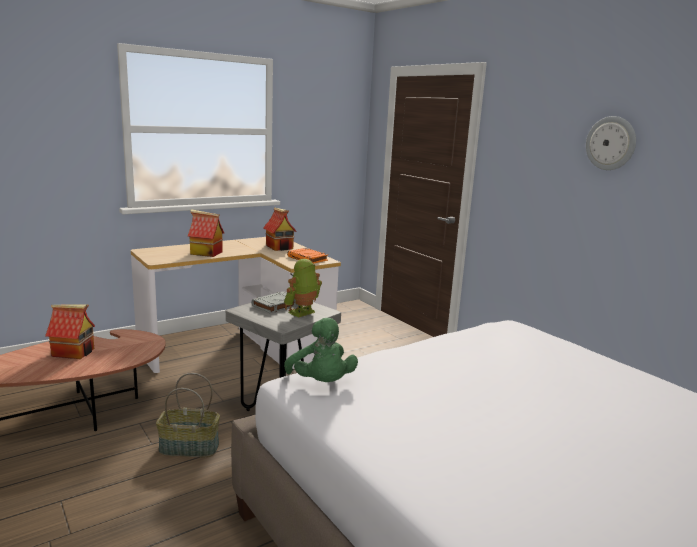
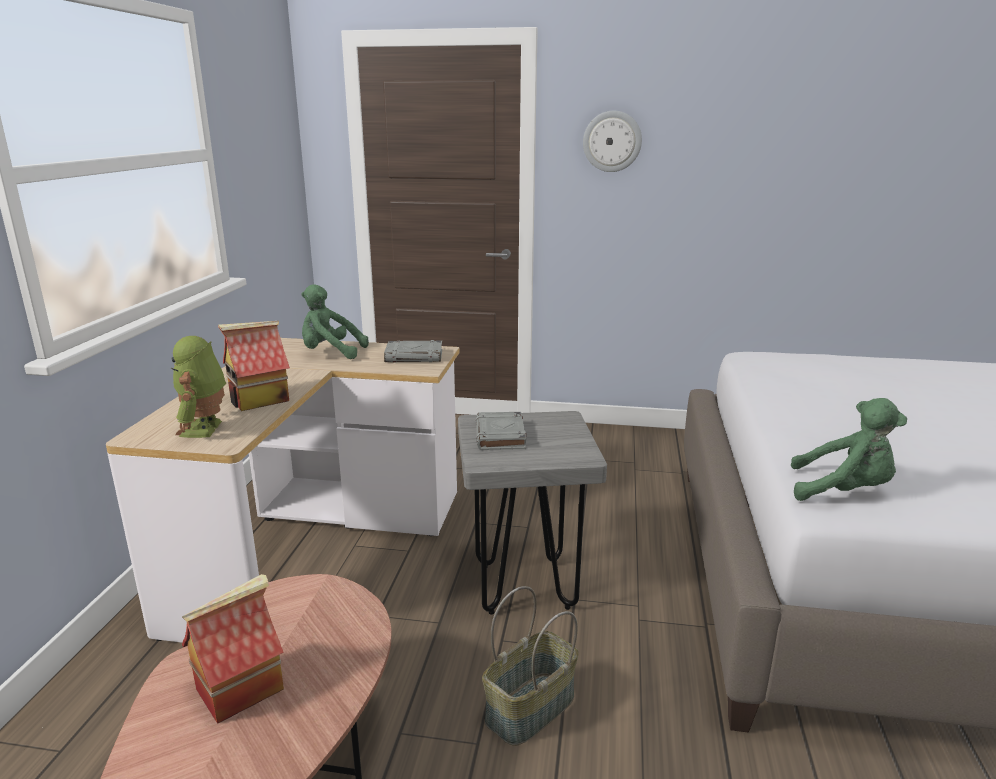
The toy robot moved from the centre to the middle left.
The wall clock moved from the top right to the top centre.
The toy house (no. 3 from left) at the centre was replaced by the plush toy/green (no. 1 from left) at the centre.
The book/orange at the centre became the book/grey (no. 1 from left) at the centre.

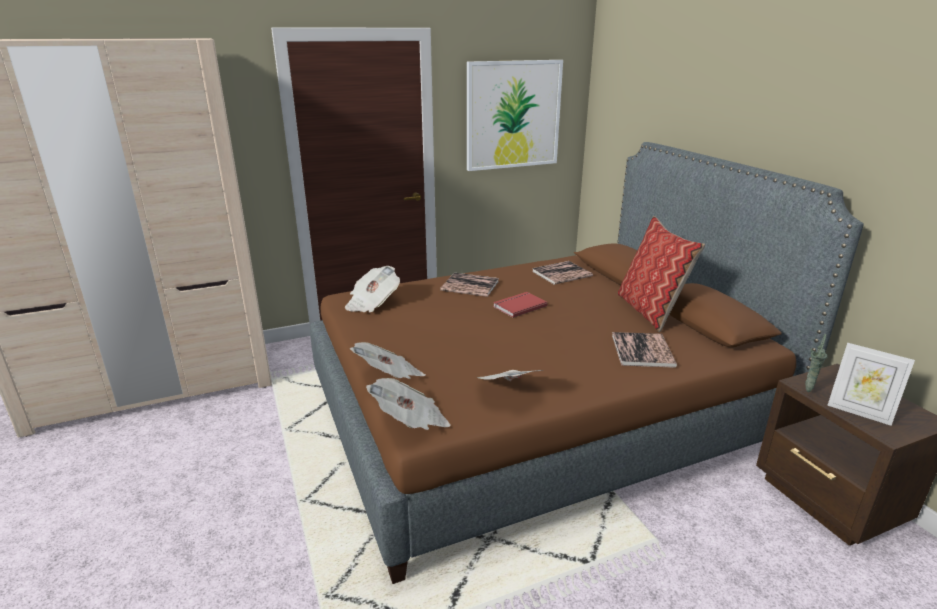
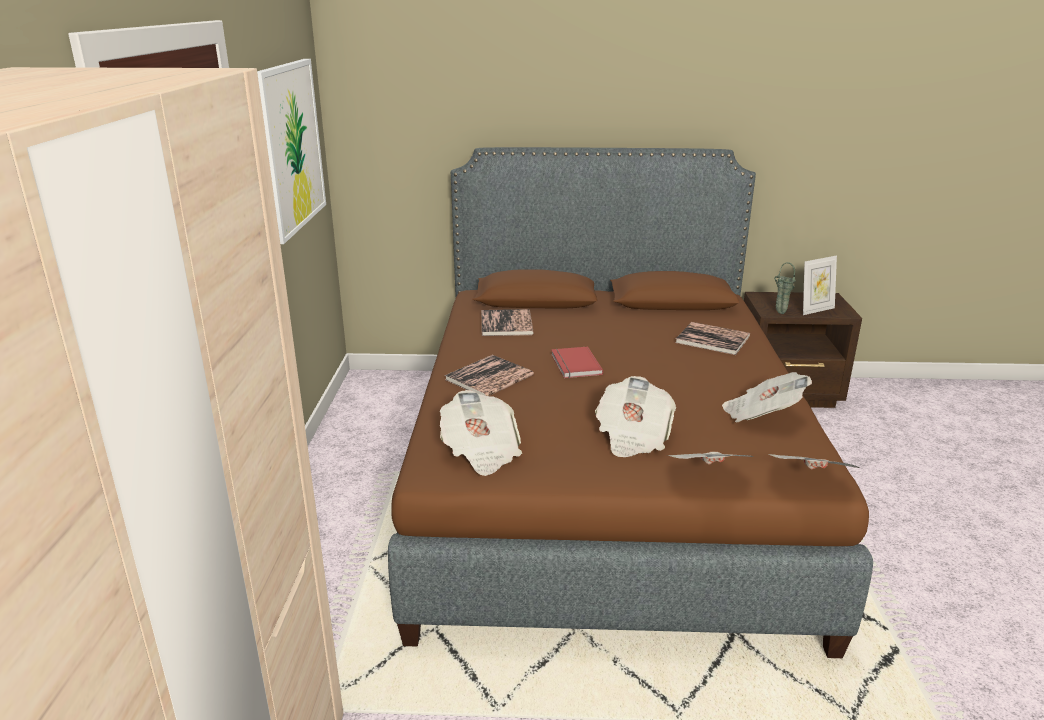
The pillow at the middle right disappeared.
The newspaper (no. 2 from left) at the centre appeared.

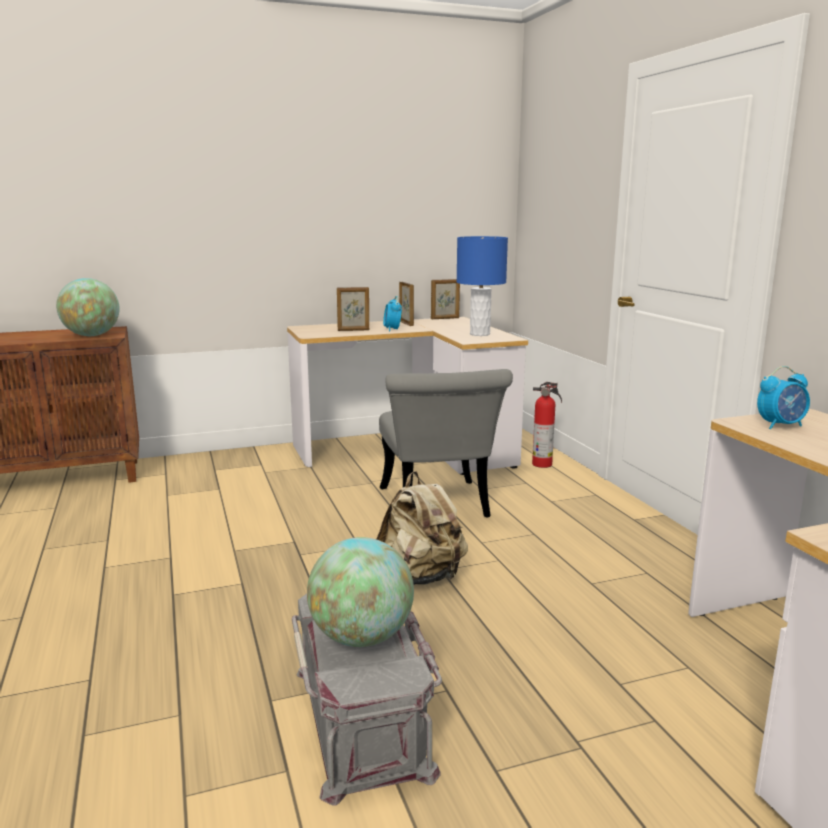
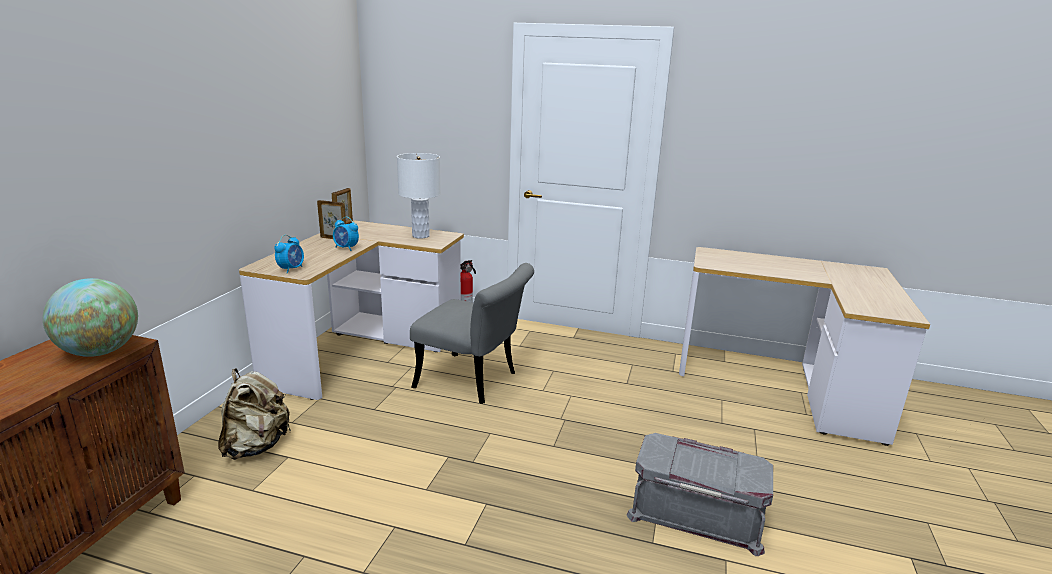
The globe (no. 2 from left) at the bottom centre disappeared.
The picture frame (no. 1 from left) at the centre disappeared.
The backpack/beige moved from the centre to the bottom left.
The alarm clock (no. 2 from left in the first image) moved from the middle right to the middle left.
The table lamp/blue at the centre became the table lamp/white at the centre.

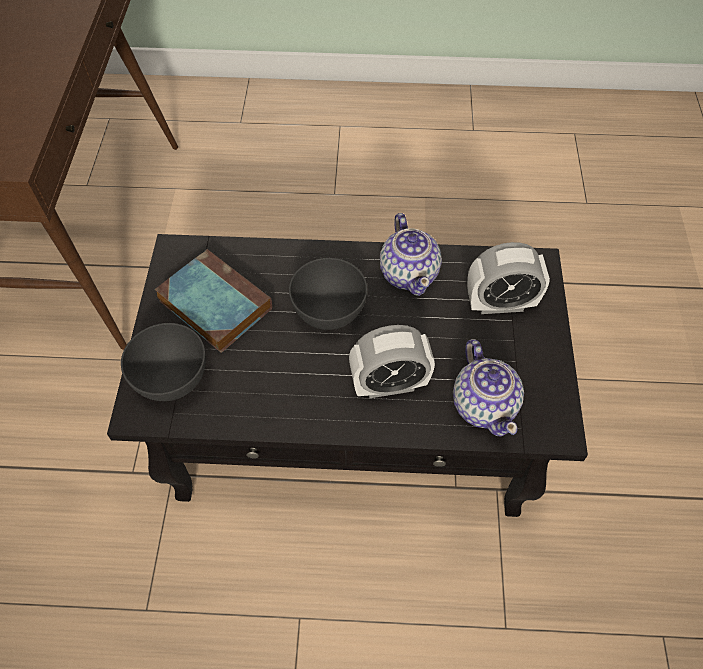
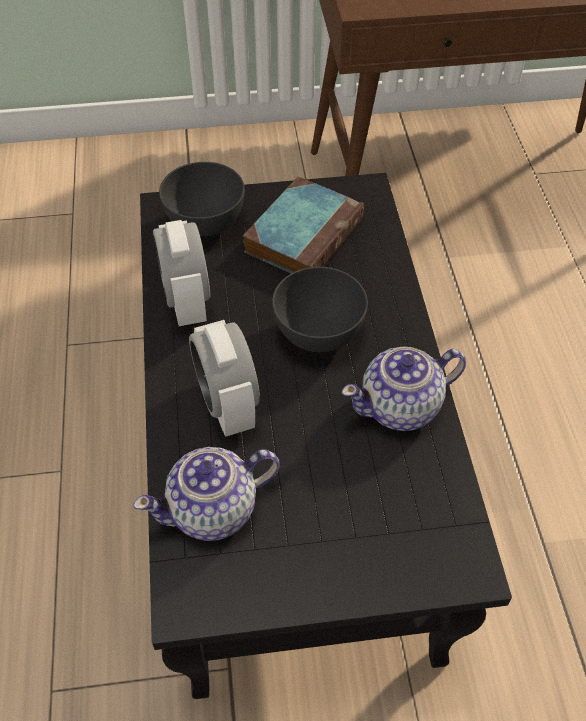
The alarm clock (no. 2 from left in the first image) moved from the middle right to the middle left.

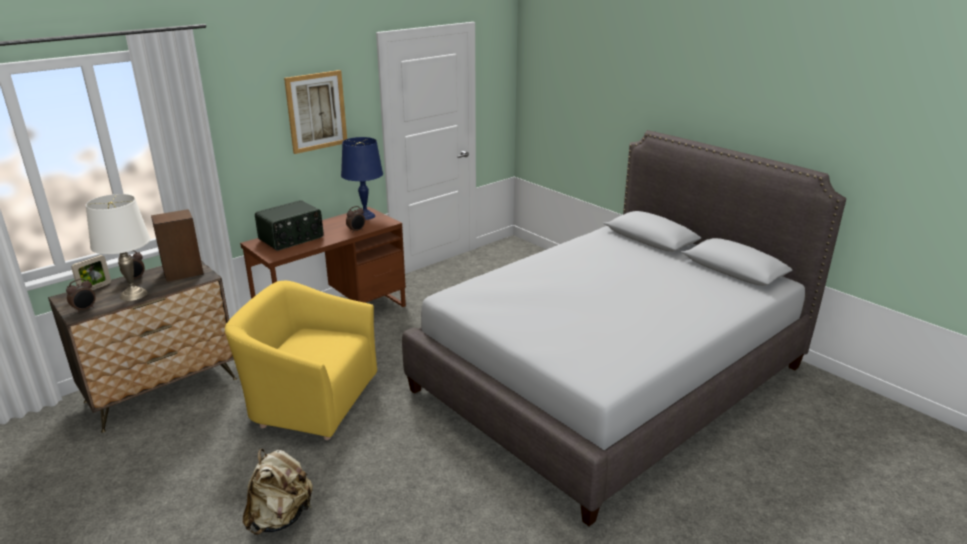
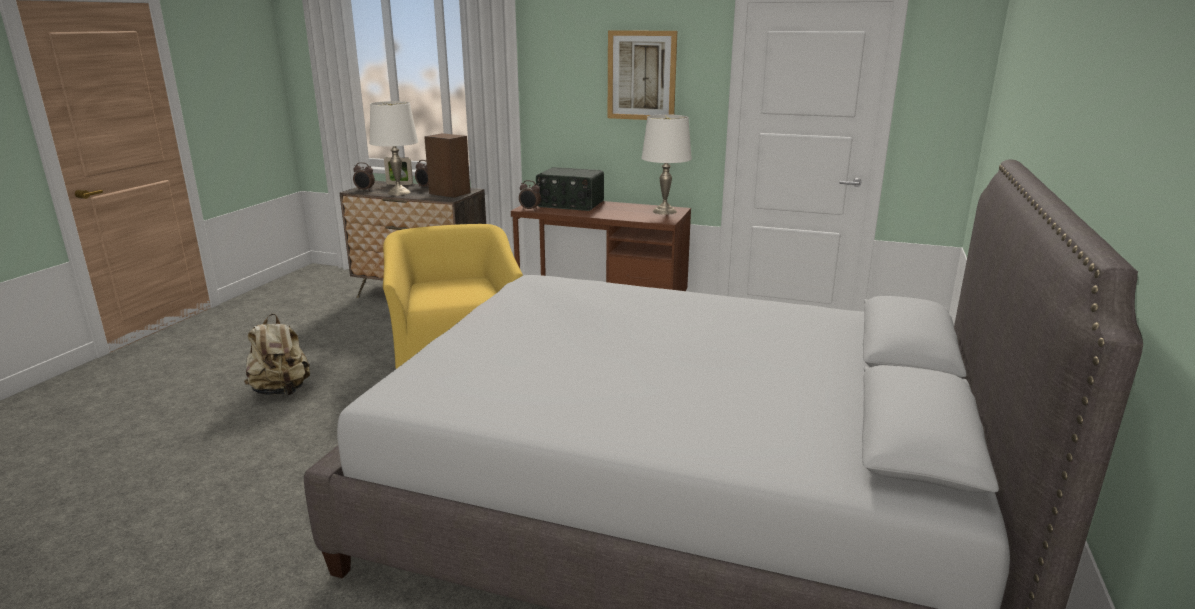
The alarm clock (no. 3 from left) moved from the centre to the top centre.
The table lamp/blue at the top centre became the table lamp/white (no. 2 from left) at the top centre.

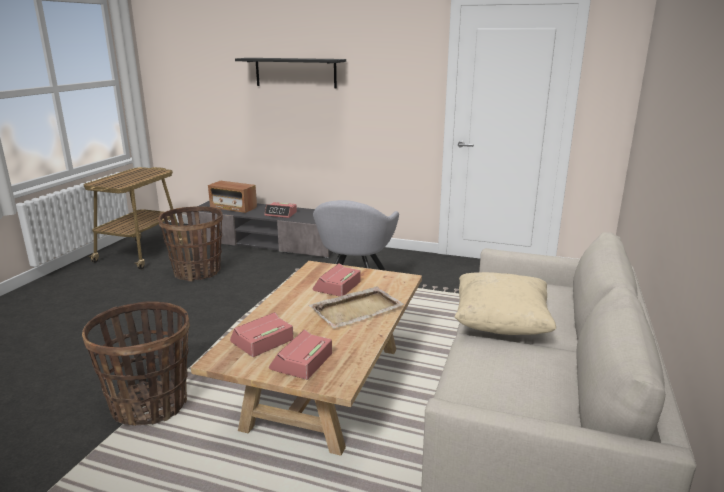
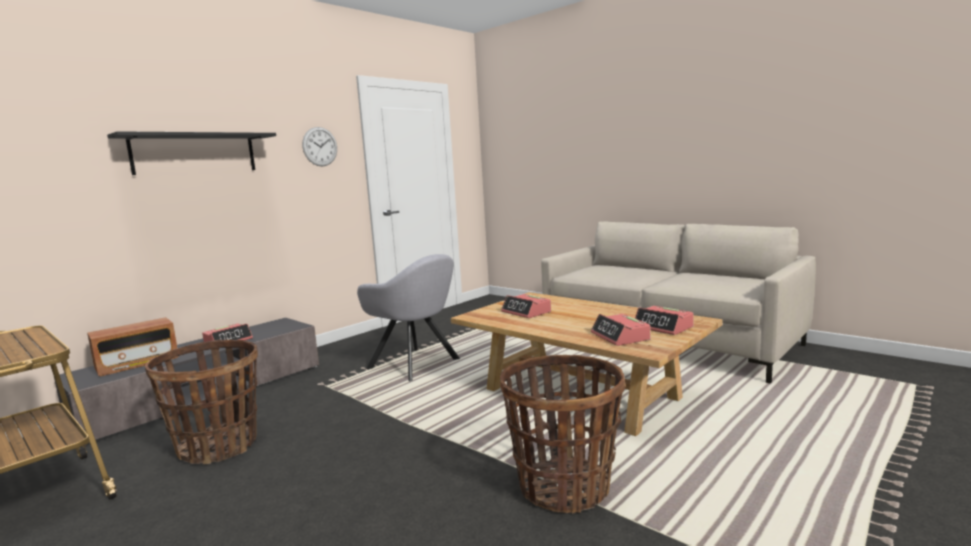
The tray/beige at the centre disappeared.
The pillow/beige at the middle right disappeared.
The wall clock at the top left appeared.

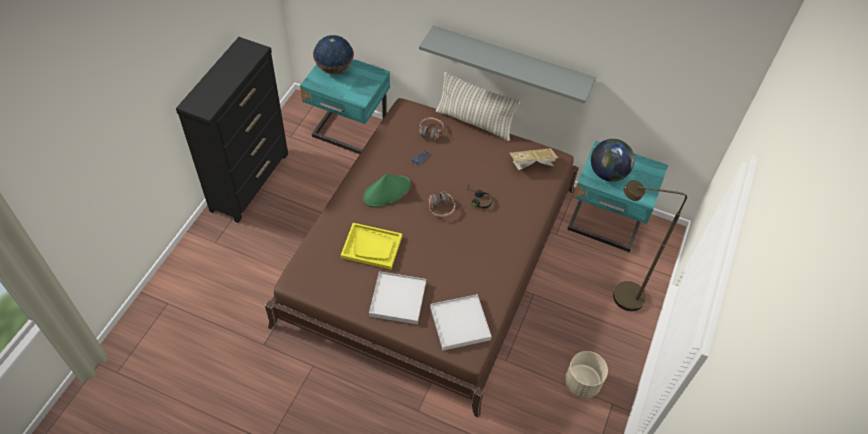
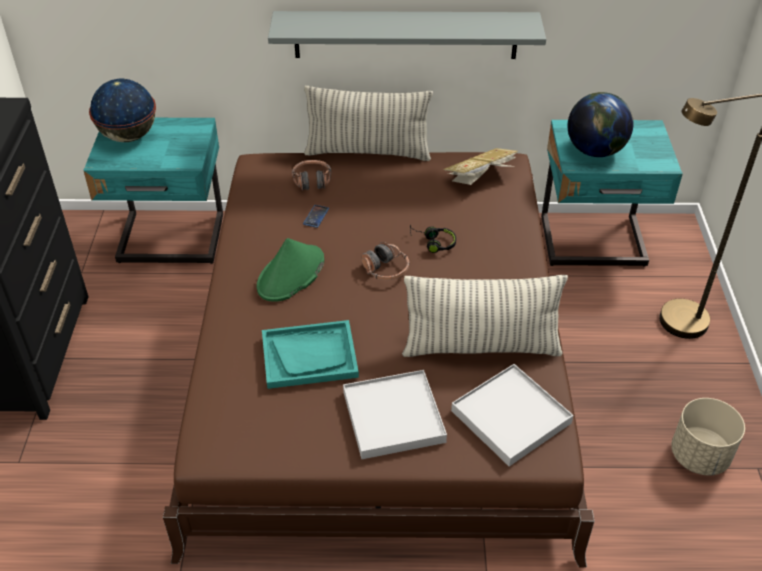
The pillow (no. 2 from left) at the centre appeared.
The tray/yellow at the centre became the tray/turquoise at the centre.

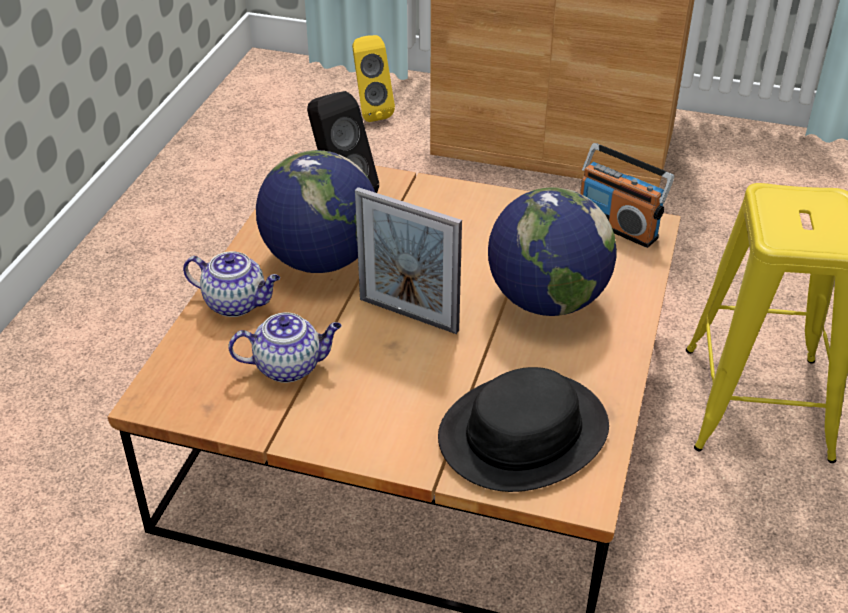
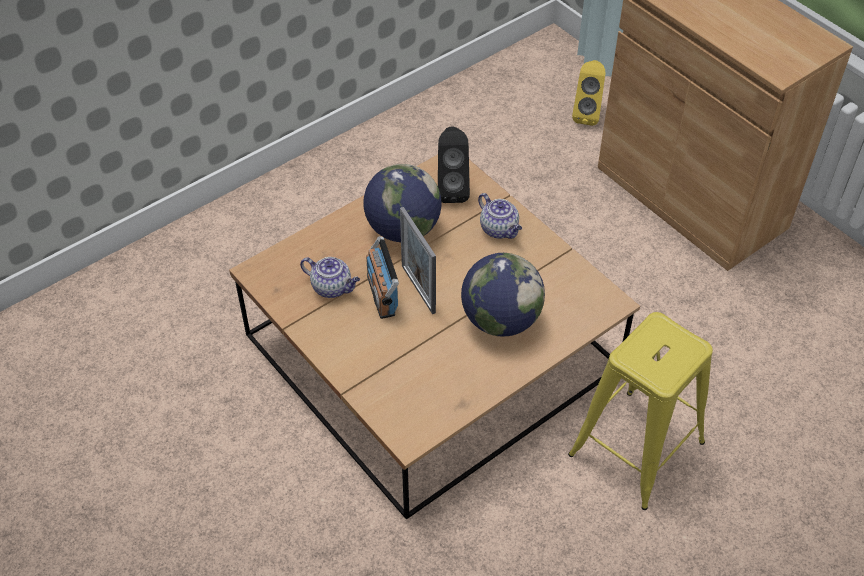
The hat/black at the bottom centre disappeared.
The teapot (no. 1 from left in the first image) moved from the middle left to the centre.
The radio moved from the top right to the centre.

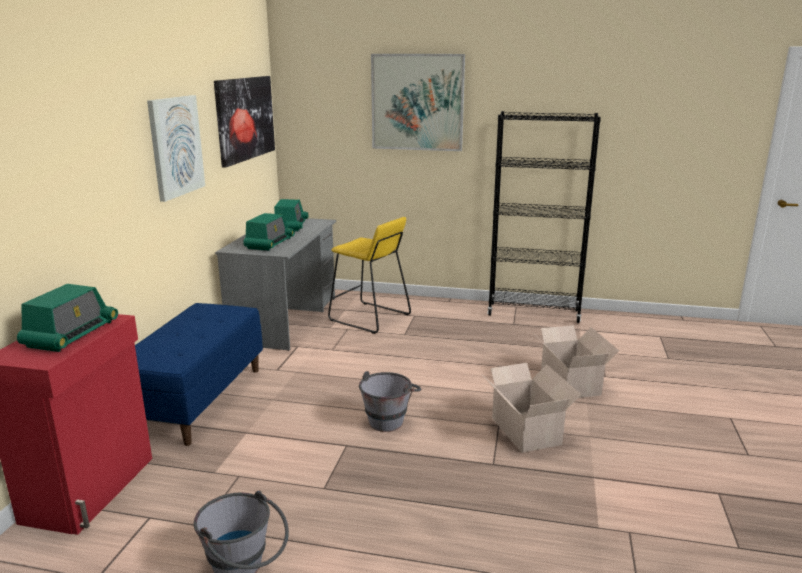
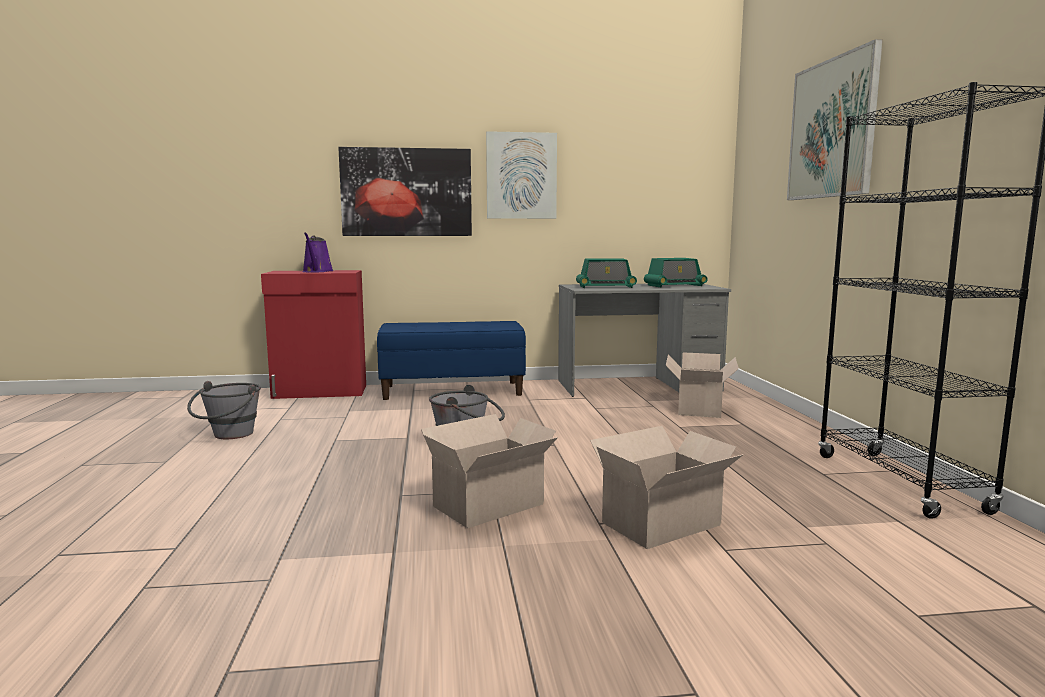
The picture (no. 2 from left in the first image) moved from the top left to the top centre.
The radio (no. 1 from left) at the middle left was replaced by the watering can/purple at the middle left.
The stool/yellow at the centre was replaced by the cardboard box (no. 3 from left) at the middle right.

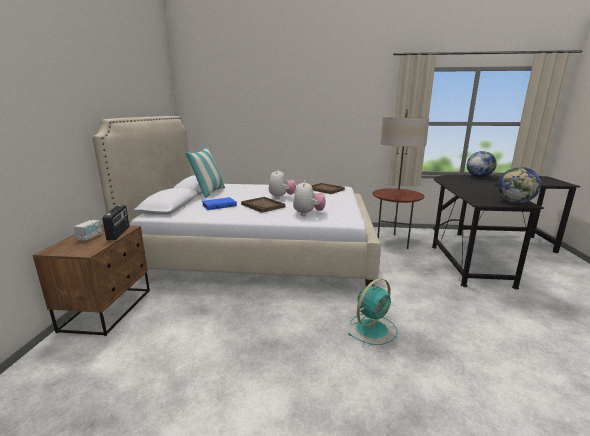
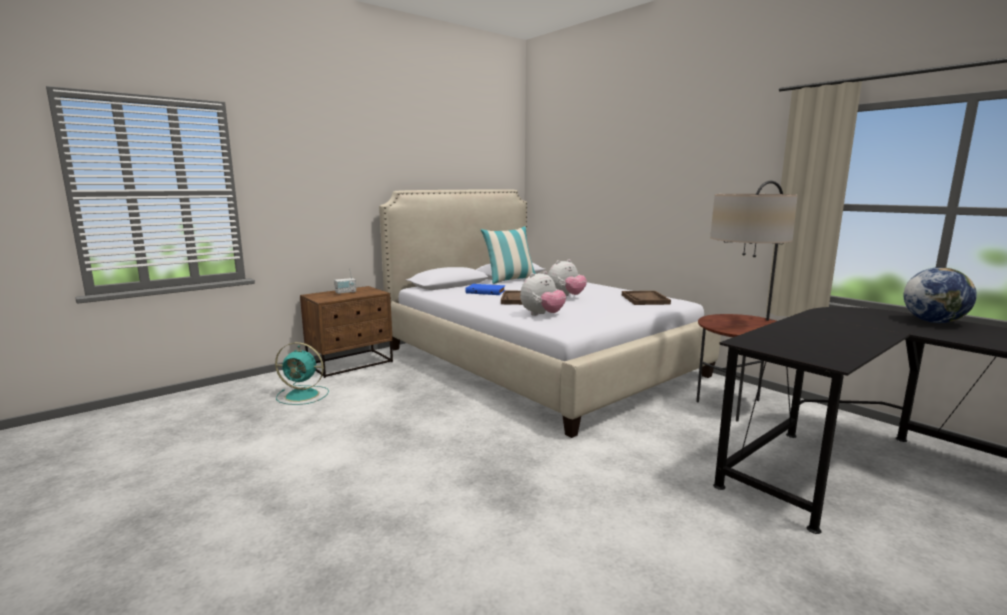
The radio (no. 2 from left) at the middle left disappeared.
The globe (no. 2 from left) at the middle right disappeared.
The fan/turquoise moved from the bottom centre to the middle left.

